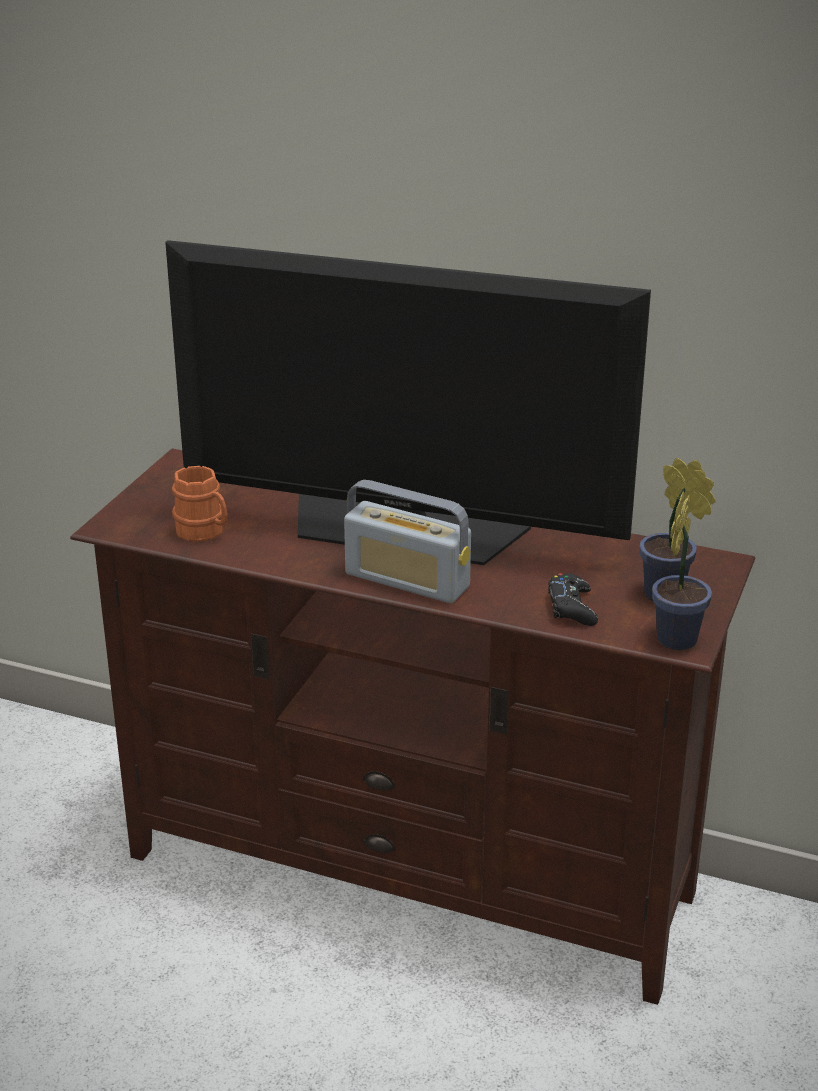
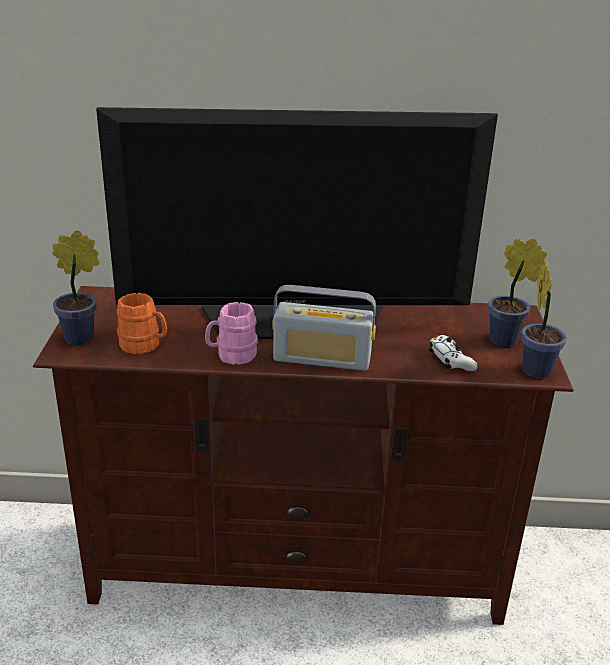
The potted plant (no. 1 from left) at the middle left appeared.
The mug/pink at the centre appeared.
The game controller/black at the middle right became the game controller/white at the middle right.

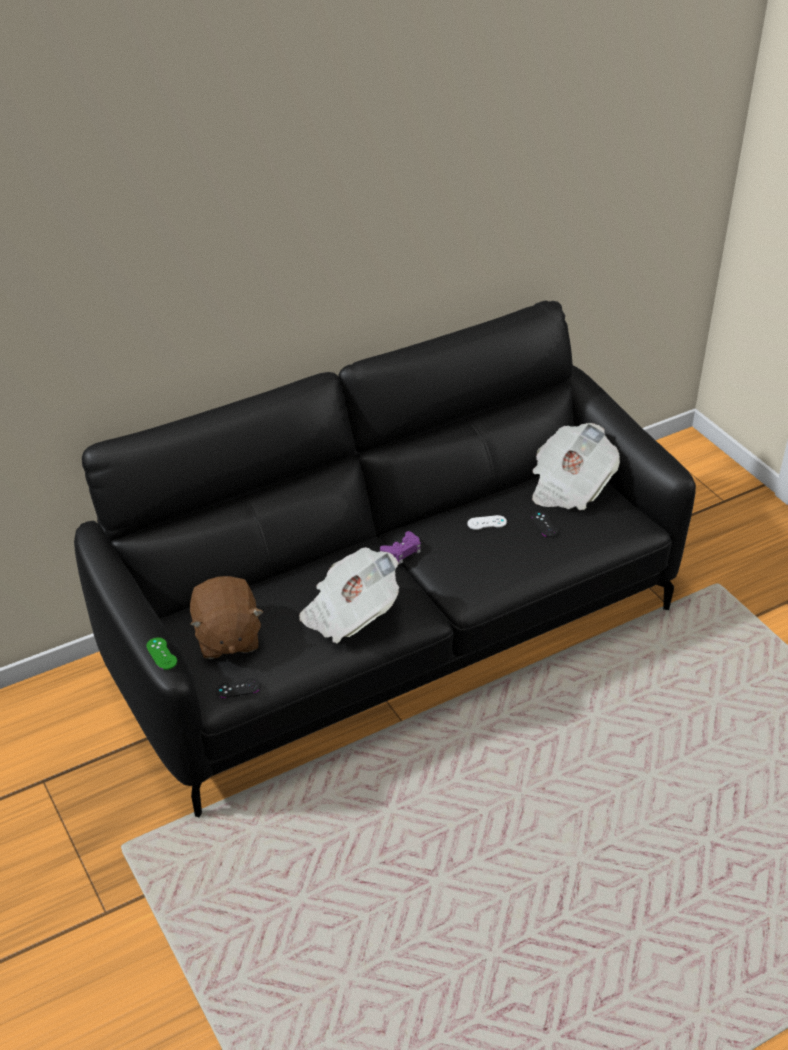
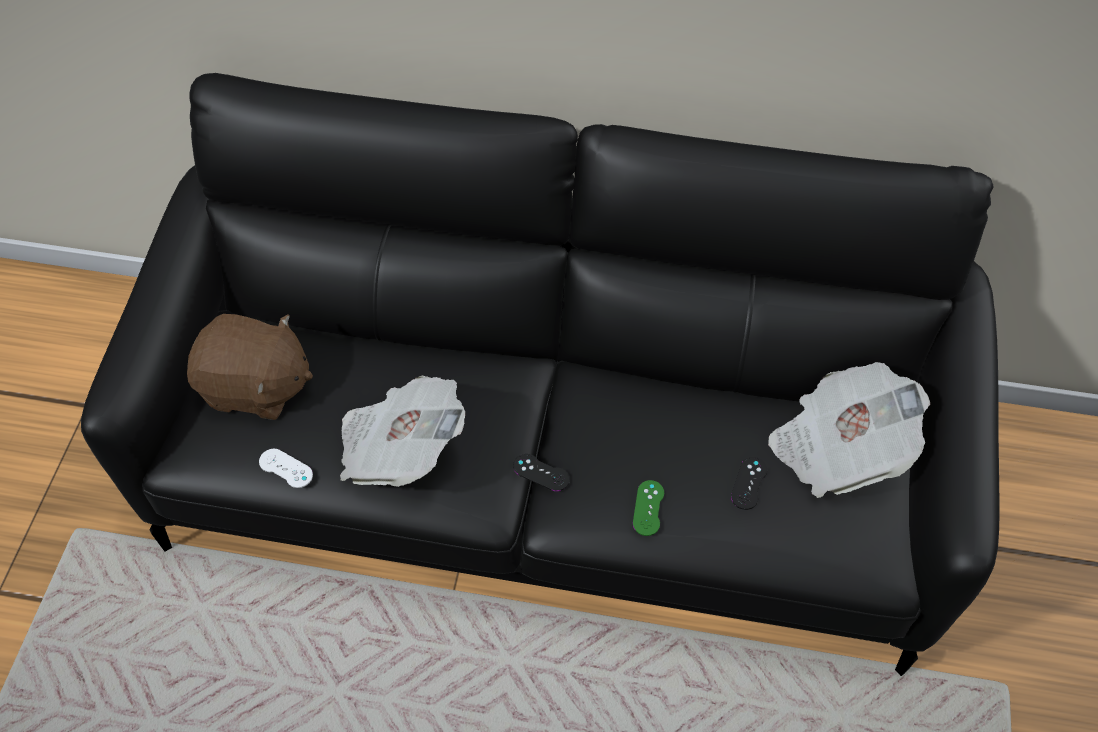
The game controller/purple at the centre disappeared.
The game controller/green moved from the middle left to the bottom centre.
The game controller/black (no. 1 from left) moved from the middle left to the centre.
The game controller/white moved from the centre to the middle left.
The plush toy/brown at the middle left turned 105 degrees counterclockwise.

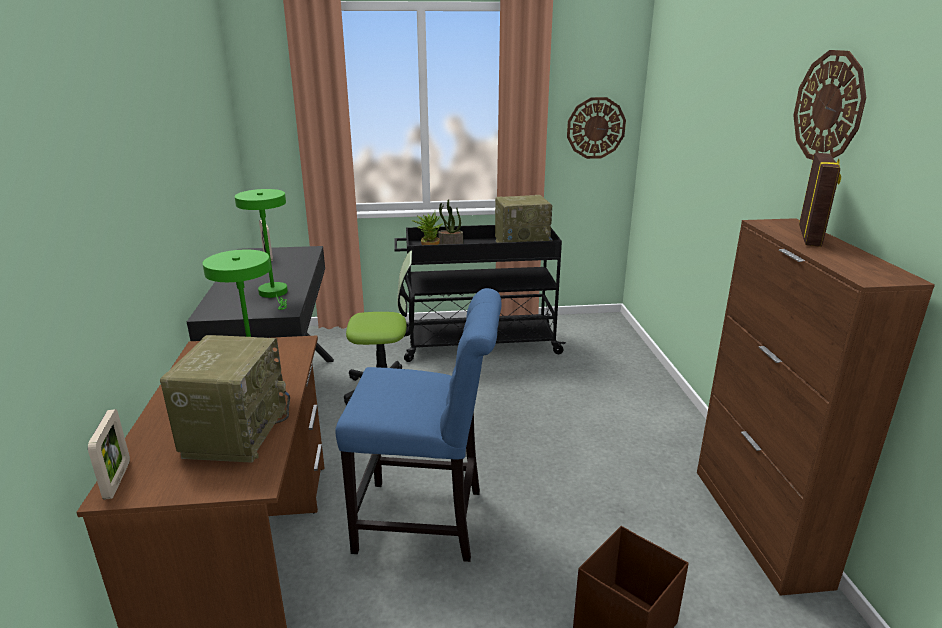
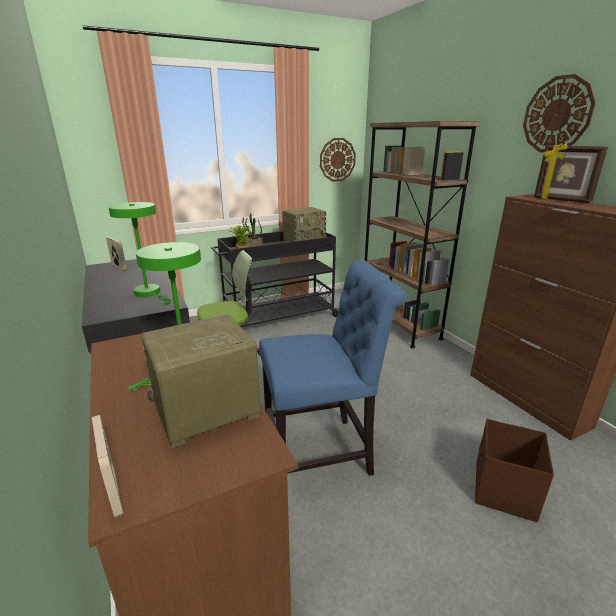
The bookcase/brown at the middle right appeared.
The radio (no. 1 from left) at the middle left turned 105 degrees counterclockwise.
The picture frame (no. 3 from left) at the top right turned 135 degrees clockwise.

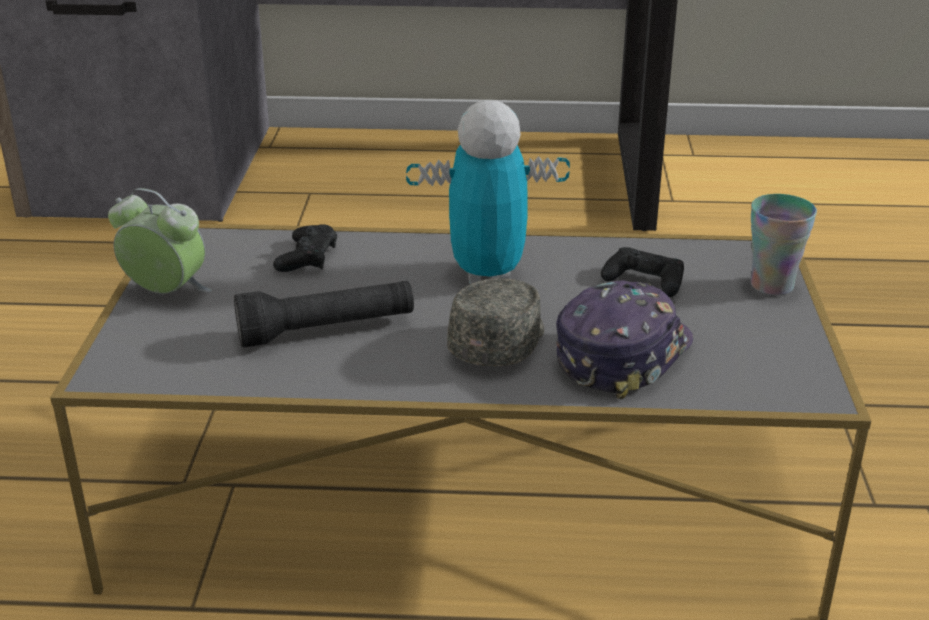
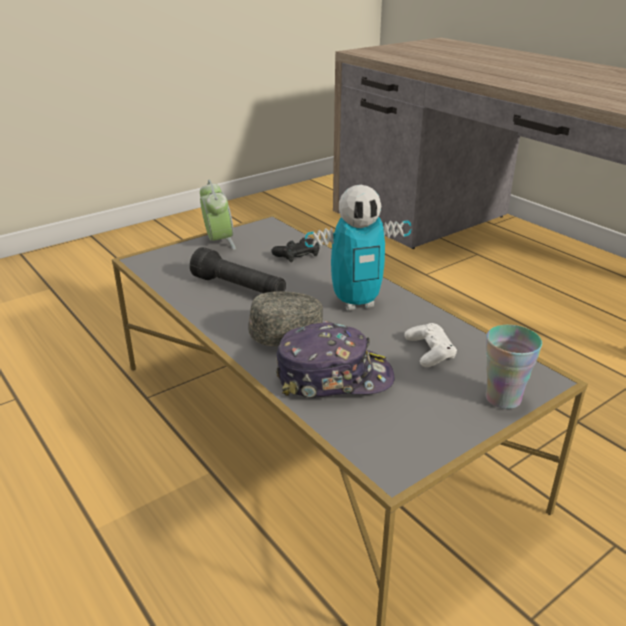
The game controller/black (no. 2 from left) at the middle right became the game controller/white at the middle right.
The toy robot at the top centre turned 120 degrees clockwise.

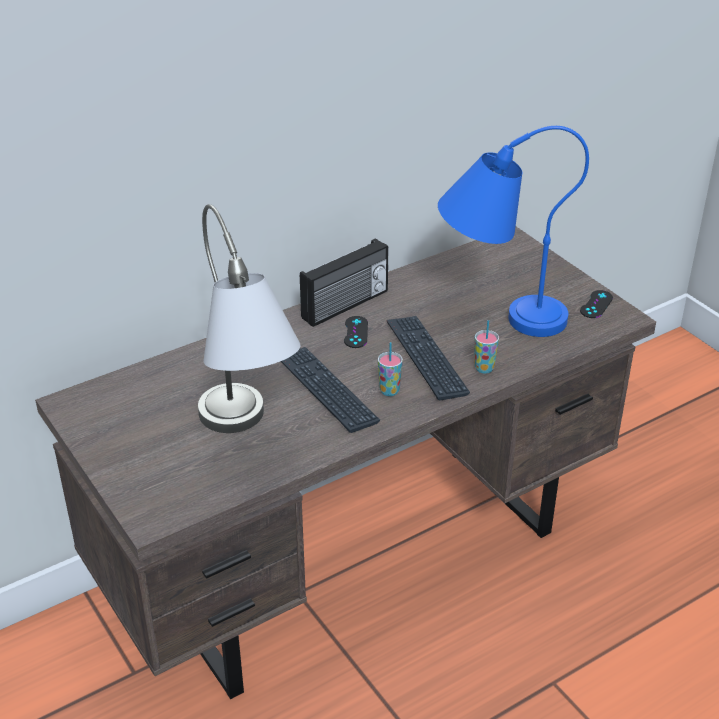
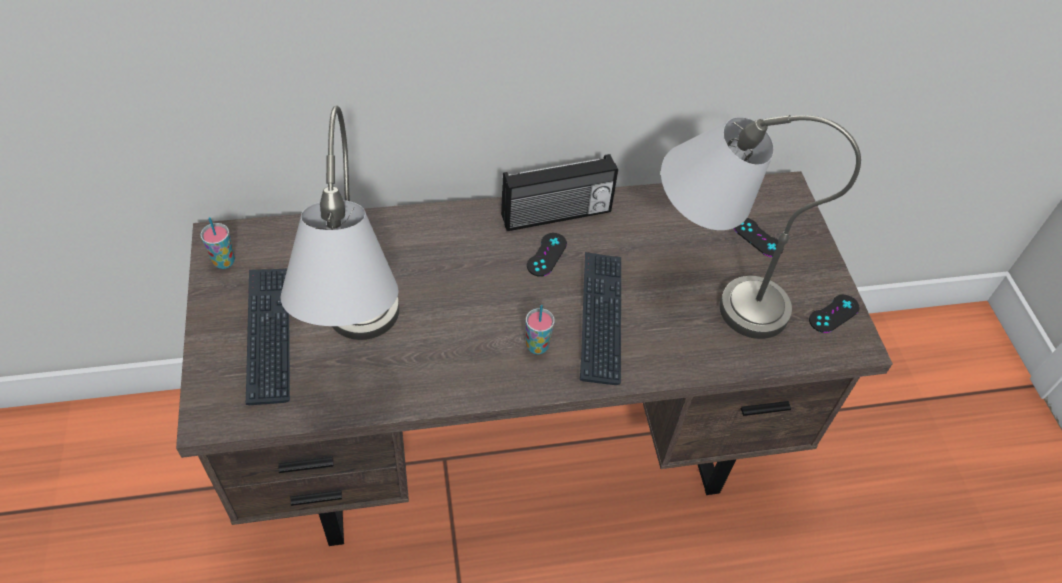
The game controller/black (no. 2 from left) at the middle right appeared.
The keyboard (no. 1 from left) moved from the centre to the middle left.
The cup (no. 2 from left in the first image) moved from the middle right to the middle left.
The table lamp/blue at the top right became the table lamp/grey (no. 2 from left) at the middle right.

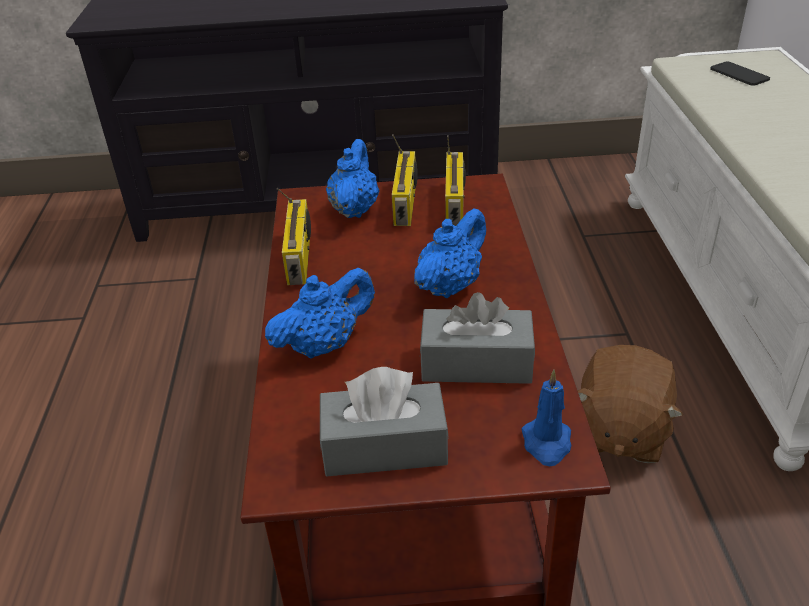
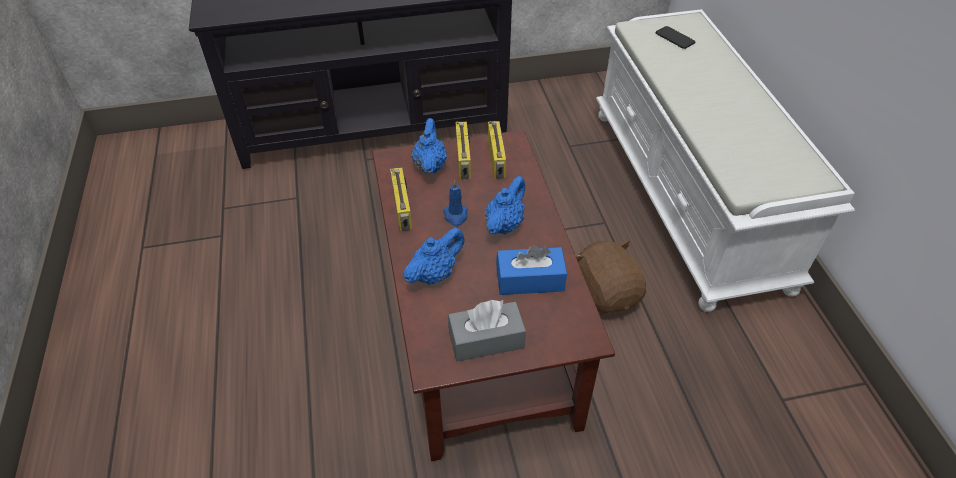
The candle/blue moved from the bottom right to the centre.
The tissue box/grey (no. 2 from left) at the centre became the tissue box/blue at the centre.
The plush toy/brown at the bottom right turned 150 degrees clockwise.

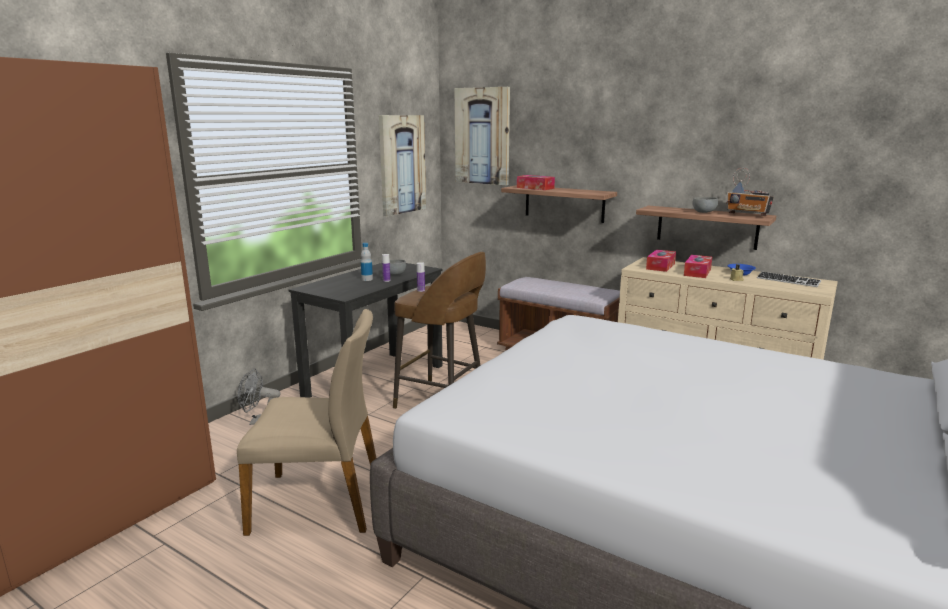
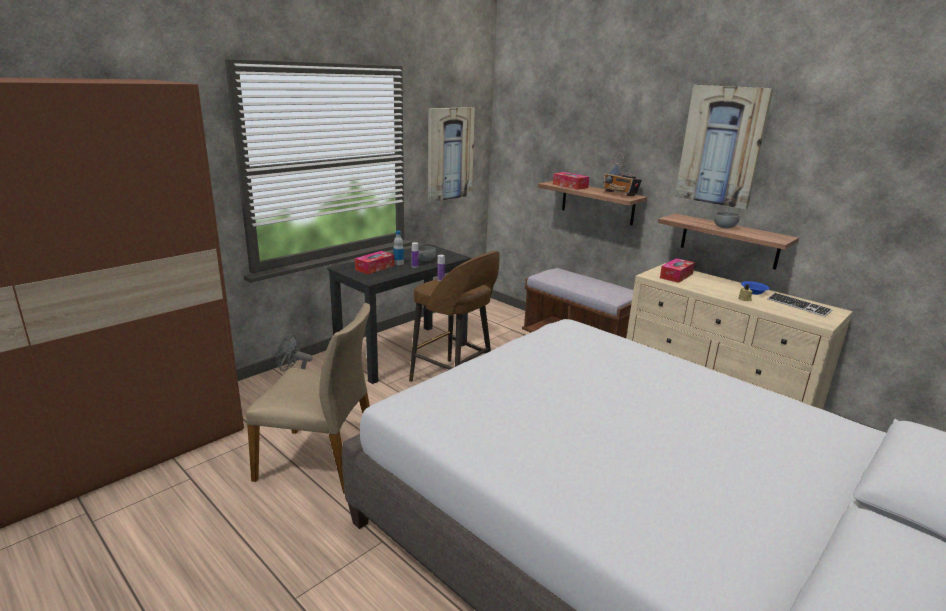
The picture (no. 2 from left) moved from the top centre to the top right.
The tissue box (no. 3 from left in the first image) moved from the middle right to the centre.
The radio moved from the top right to the top centre.

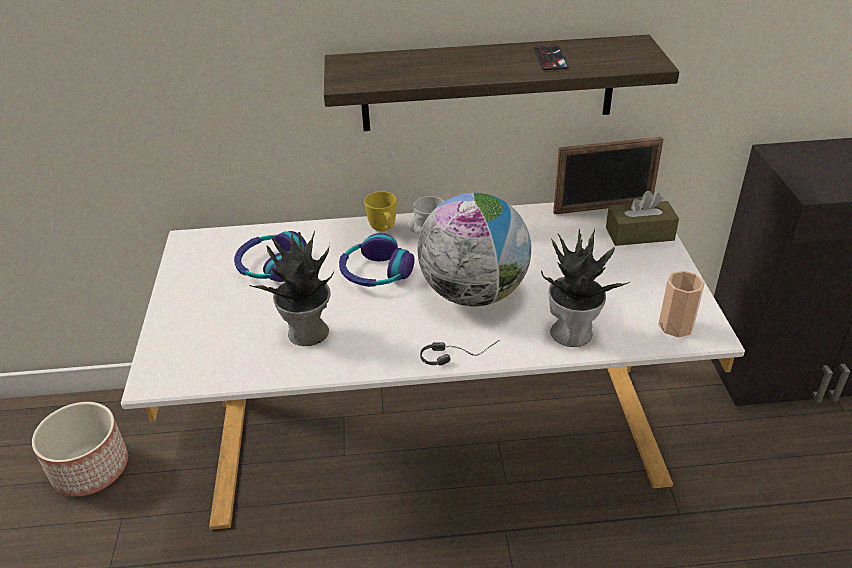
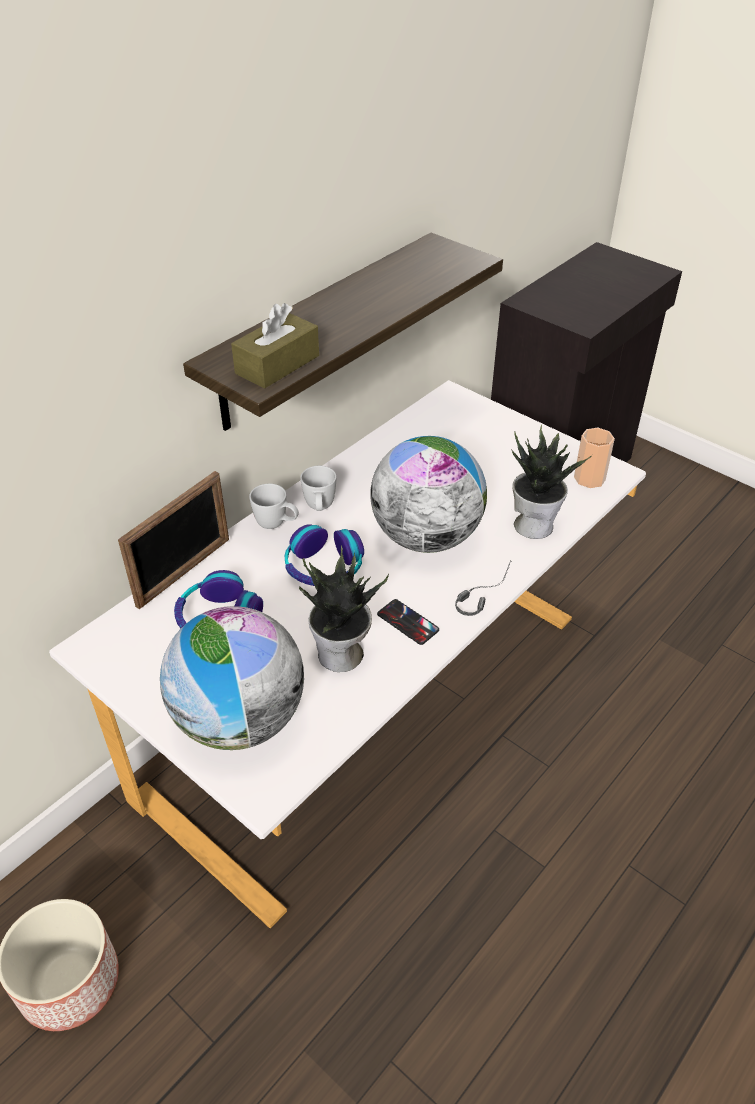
The globe (no. 1 from left) at the middle left appeared.
The phone moved from the top centre to the centre.
The picture frame moved from the top right to the middle left.
The tissue box/brown moved from the middle right to the top centre.
The mug/yellow at the centre became the mug/white (no. 1 from left) at the centre.

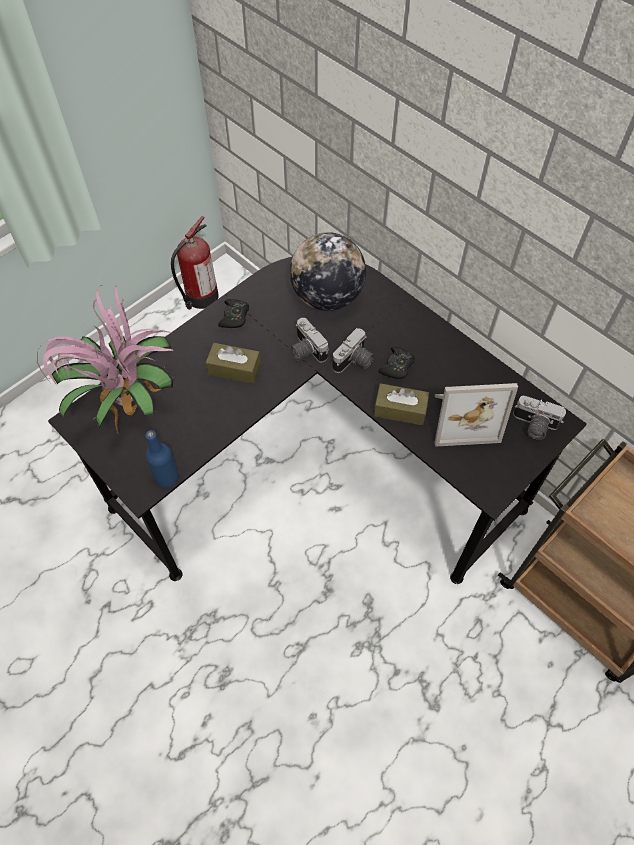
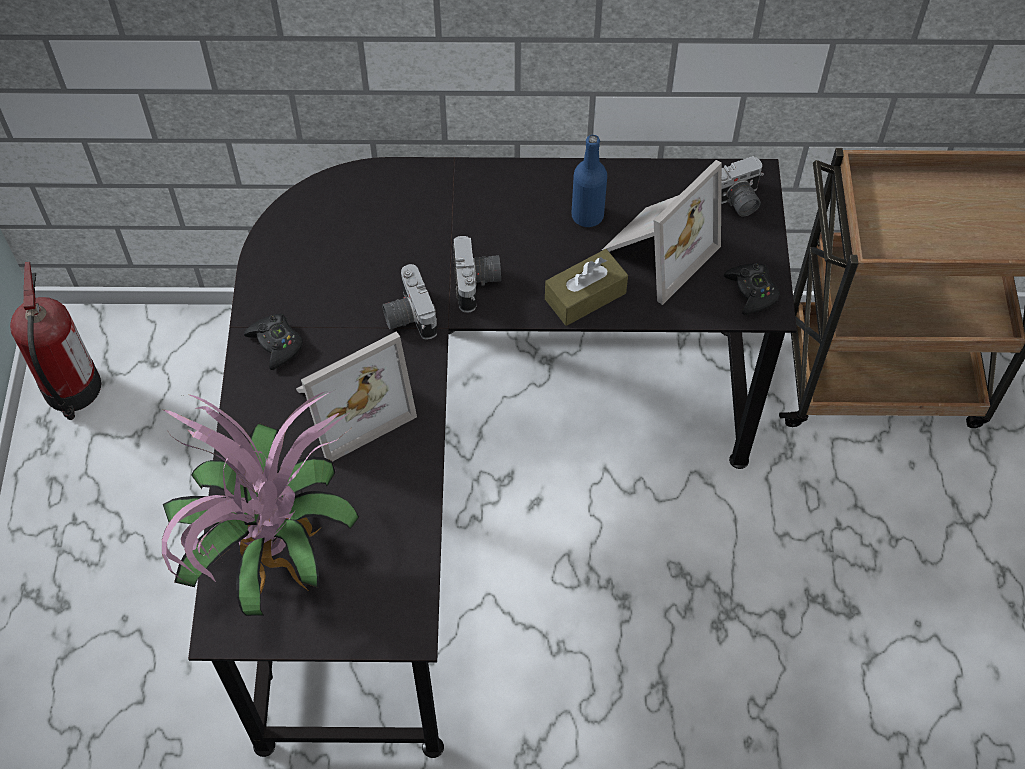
The globe at the top centre disappeared.
The bottle/blue moved from the middle left to the top centre.
The game controller/black (no. 2 from left) moved from the centre to the middle right.
The tissue box/brown (no. 1 from left) at the centre was replaced by the picture frame (no. 1 from left) at the centre.
The photo camera (no. 1 from left) at the centre turned 60 degrees clockwise.

